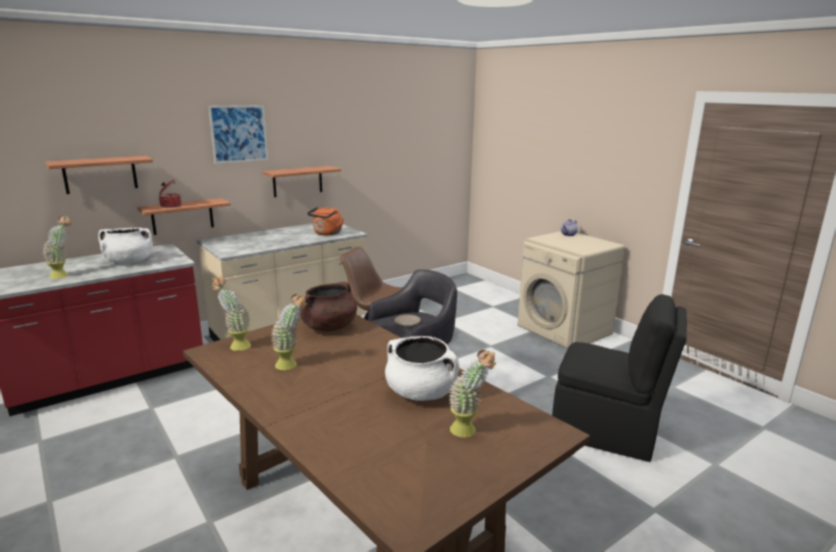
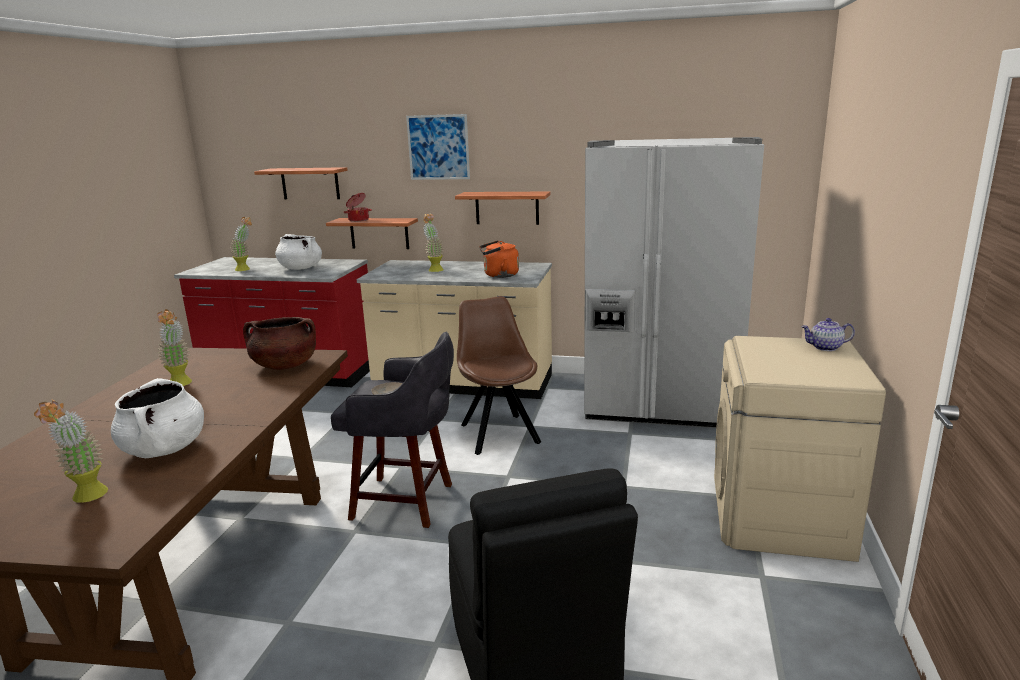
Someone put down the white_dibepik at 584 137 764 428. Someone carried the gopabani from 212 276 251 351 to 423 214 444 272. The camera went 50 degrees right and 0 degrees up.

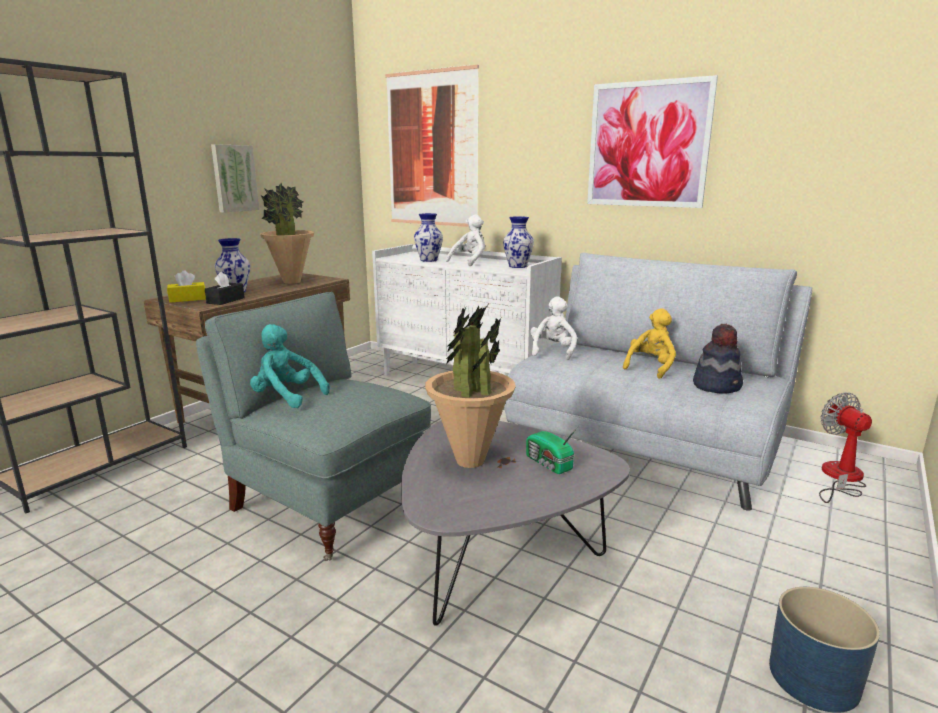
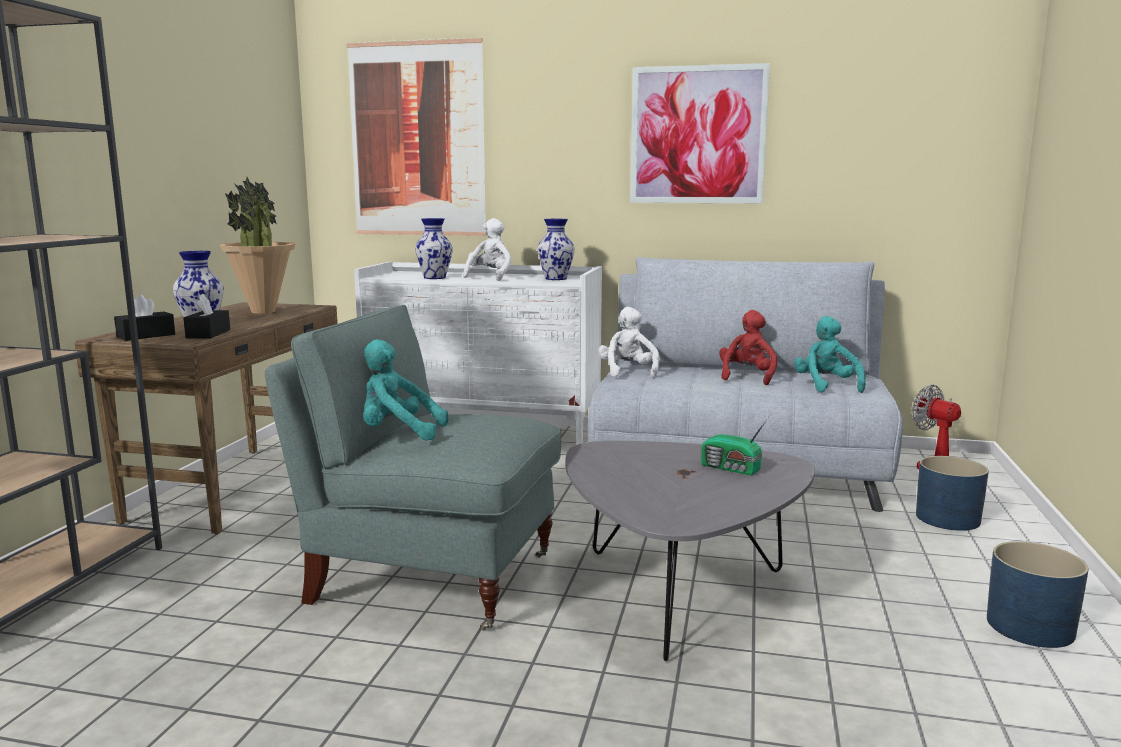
Someone took away the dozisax at 211 144 259 213. Someone took away the gopabani at 425 305 516 468. Someone put down the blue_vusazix at 916 456 989 531. Someone swapped the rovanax at 693 324 743 394 for the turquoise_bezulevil at 794 316 866 393. Someone repainted the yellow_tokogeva at 167 270 206 303, which became the black_tokogeva at 114 295 175 341. Someone repainted the yellow_bezulevil at 623 308 676 379, which became the red_bezulevil at 719 310 778 385. The camera went 20 degrees left and 5 degrees down.

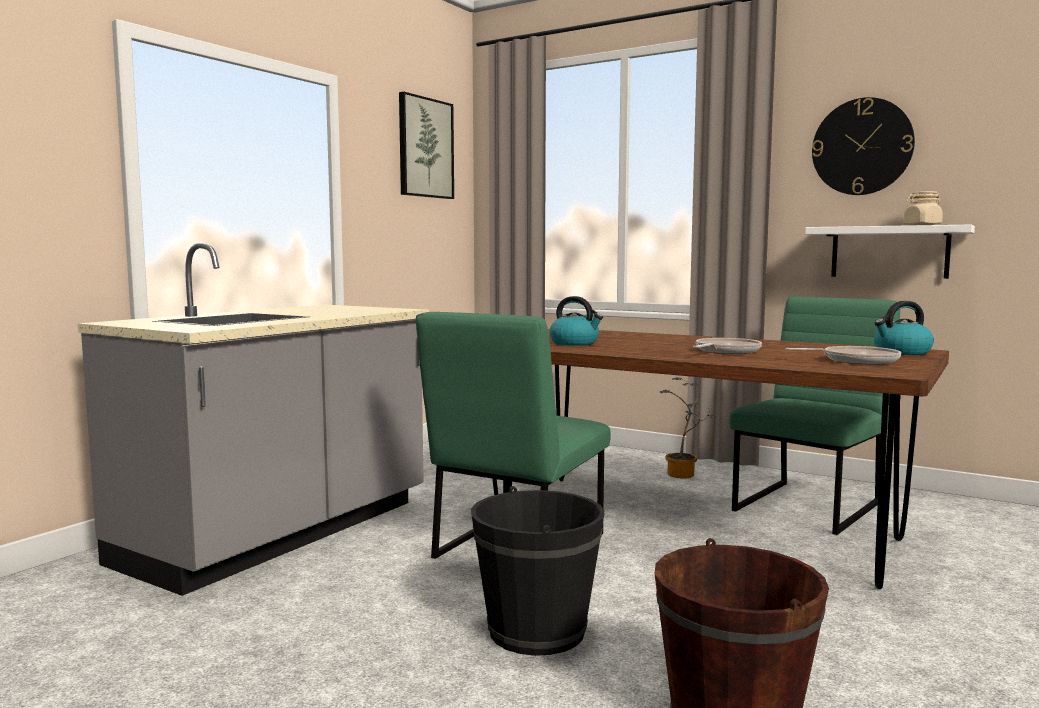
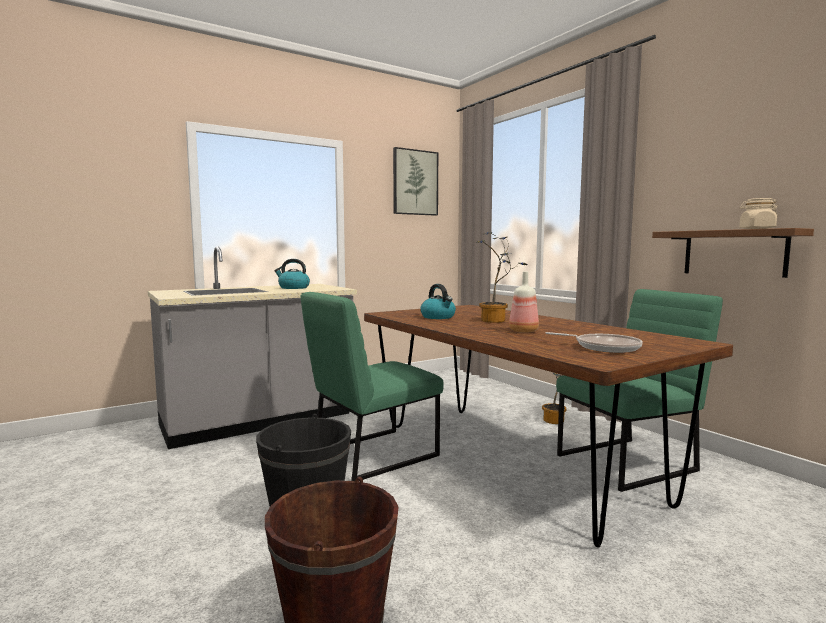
Someone took away the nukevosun at 812 97 915 195. Someone put down the gopabani at 477 232 527 323. Someone carried the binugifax from 874 301 934 355 to 274 259 310 289. Someone swapped the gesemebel at 693 338 762 354 for the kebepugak at 509 272 539 333. Someone repainted the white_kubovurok at 805 225 975 279, which became the brown_kubovurok at 652 228 814 278. The camera went 25 degrees right and 0 degrees up.

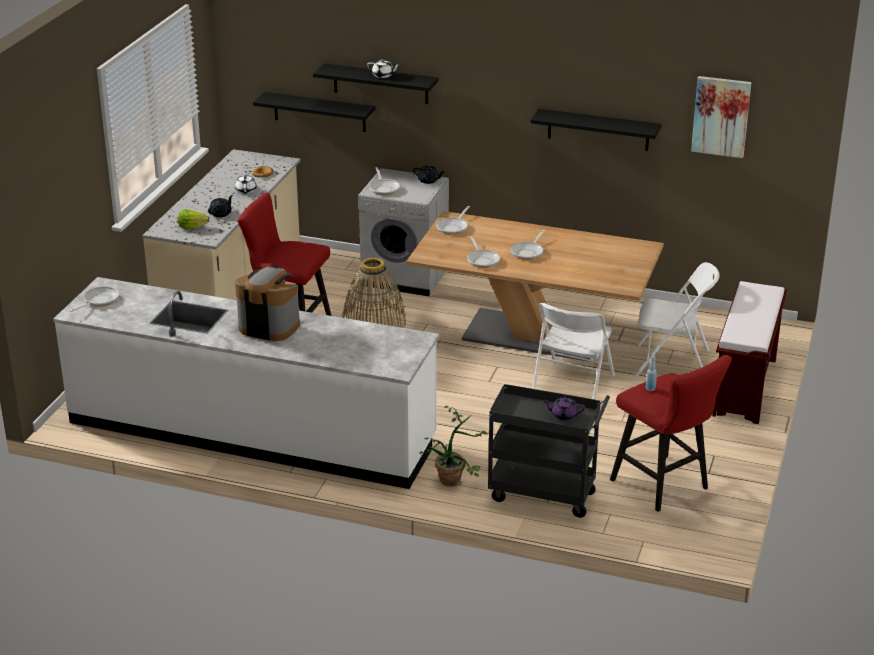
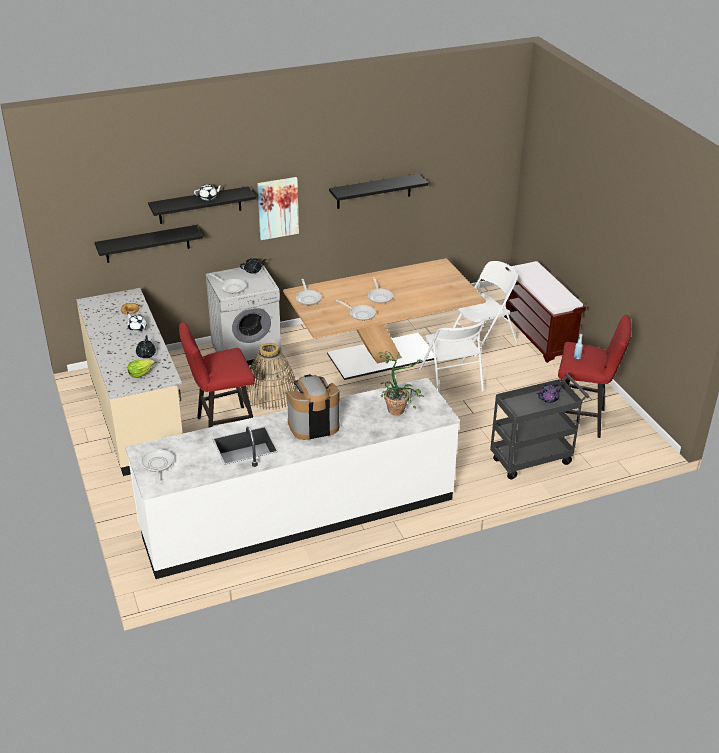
Someone carried the gopabani from 420 406 487 487 to 378 352 425 415. Someone carried the dozisax from 691 76 751 158 to 257 177 299 240. The camera went 40 degrees left and 5 degrees up.

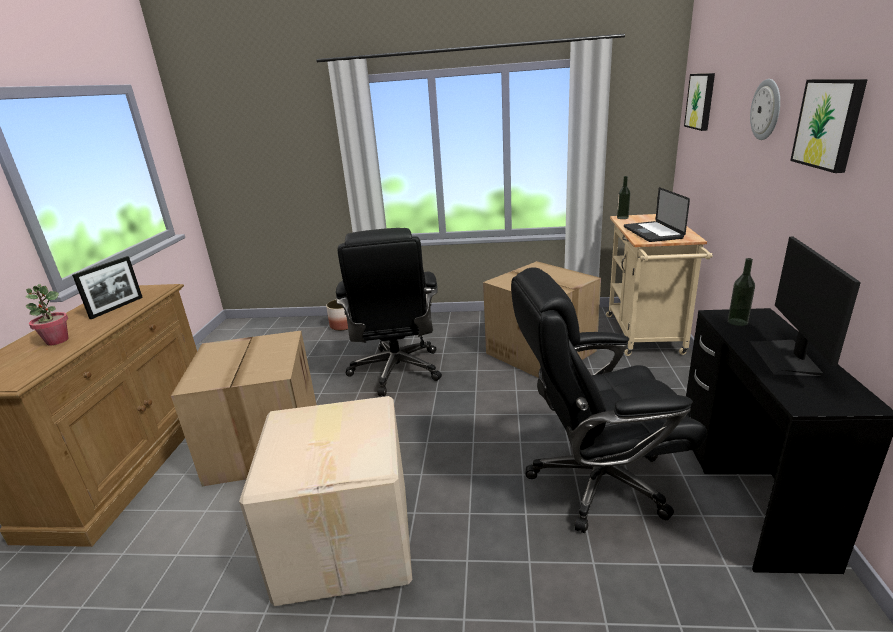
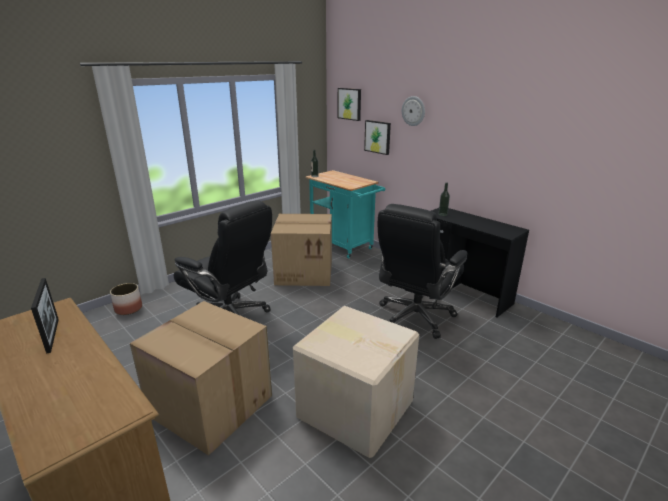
Someone took away the gopabani at 26 284 69 346. Someone took away the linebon at 624 187 690 242. Someone took away the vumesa at 750 237 861 376. Someone carried the dozisax from 790 79 868 173 to 364 120 391 155. Someone repainted the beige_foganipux at 606 214 713 356, which became the turquoise_foganipux at 305 170 385 258. The camera went 50 degrees left and 0 degrees up.

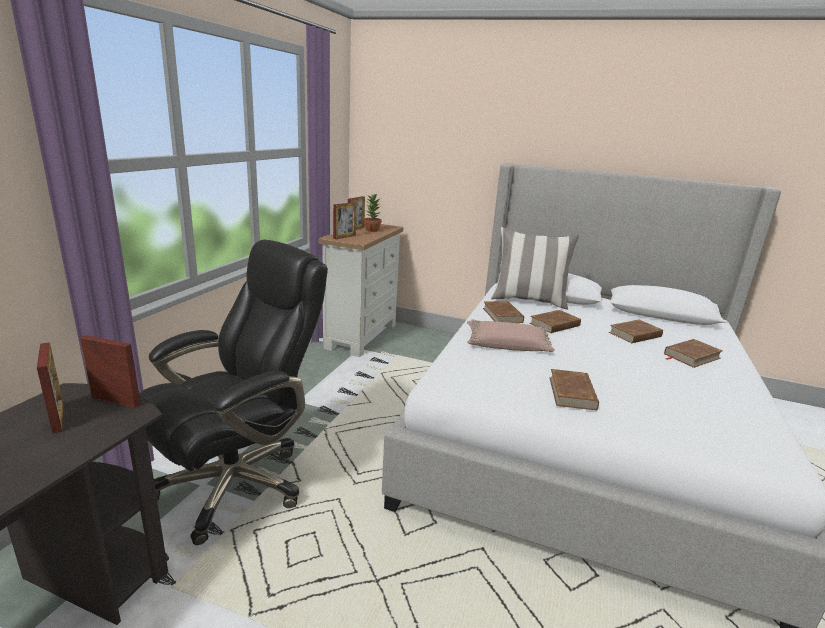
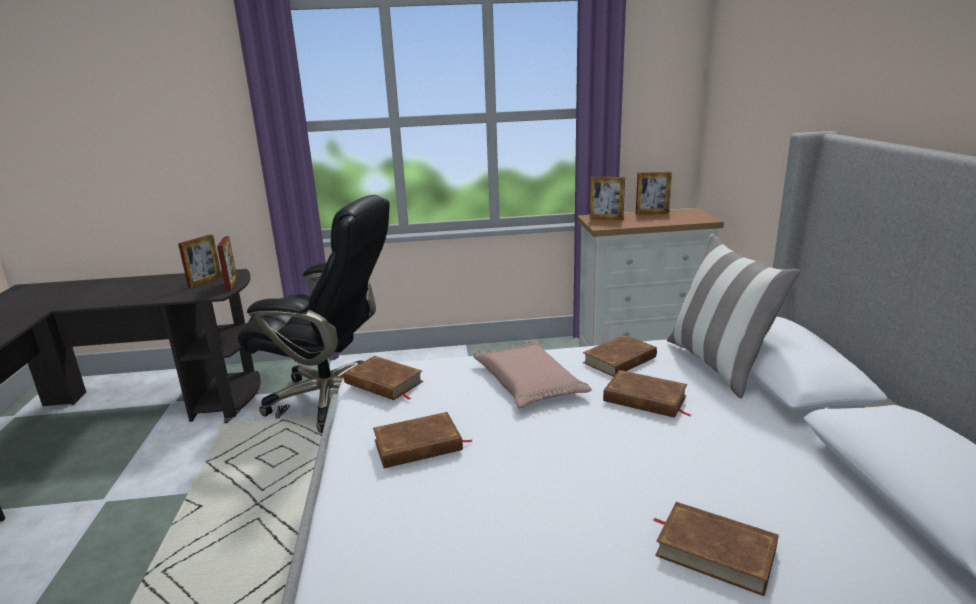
Someone took away the gopabani at 364 194 382 232. Someone carried the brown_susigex from 609 320 663 343 to 344 356 423 400. The camera went 65 degrees right and 0 degrees up.

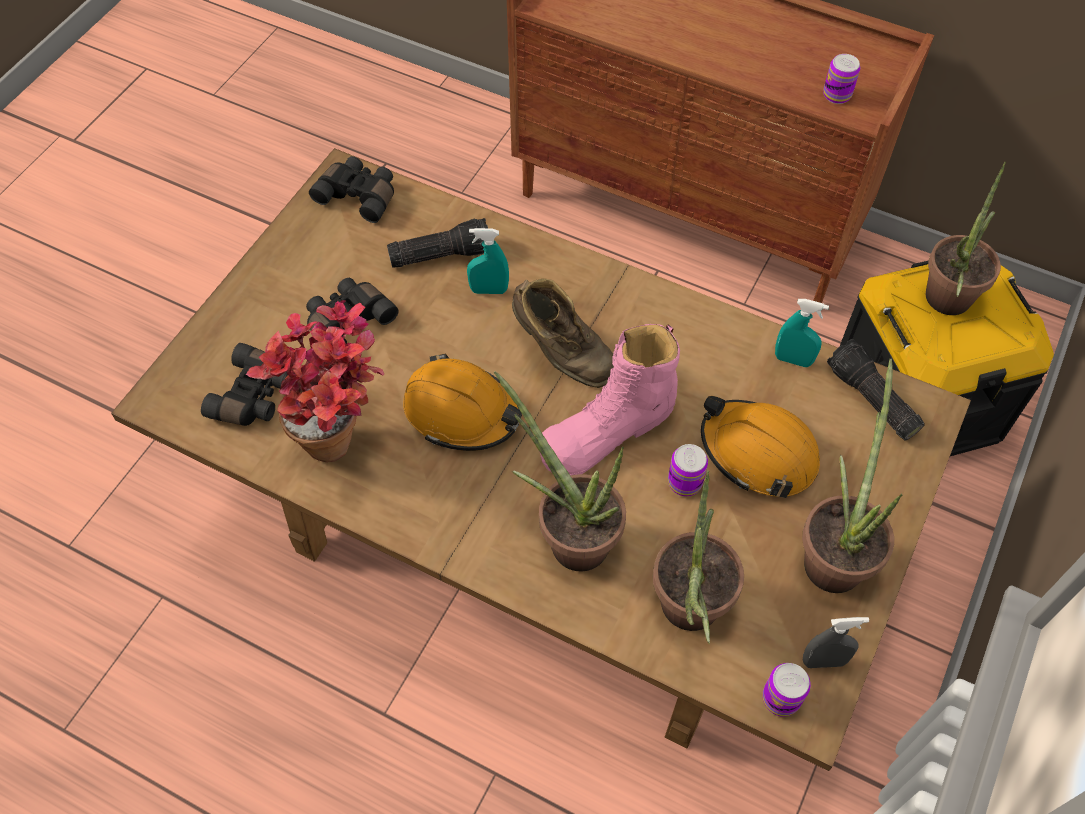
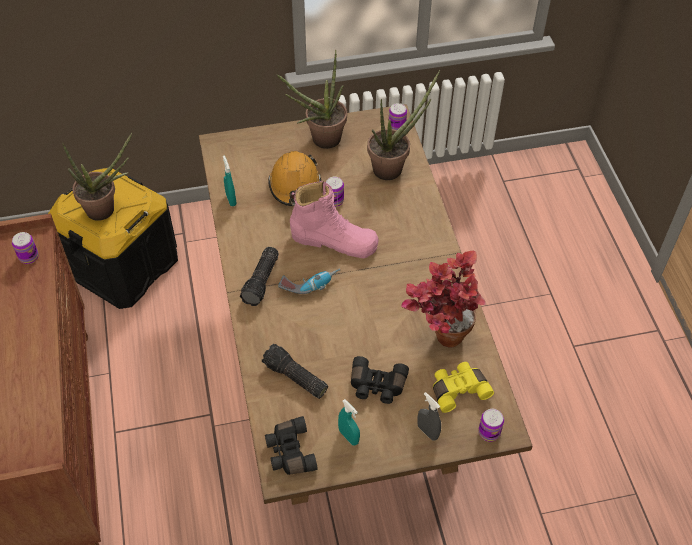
Someone took away the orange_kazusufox at 403 354 522 451. Someone took away the gopabani at 494 371 626 572. Someone put down the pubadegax at 478 409 504 442. Someone carried the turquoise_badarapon from 467 228 509 294 to 338 399 360 445. Someone carried the grey_badarapon from 803 617 869 668 to 417 392 441 440. Someone carried the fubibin from 827 339 925 440 to 240 247 279 306. Someone swapped the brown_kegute at 512 278 615 388 for the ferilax at 278 268 340 294. Someone repainted the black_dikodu at 201 343 288 426, which became the yellow_dikodu at 433 362 494 413. The camera went 130 degrees left and 5 degrees down.

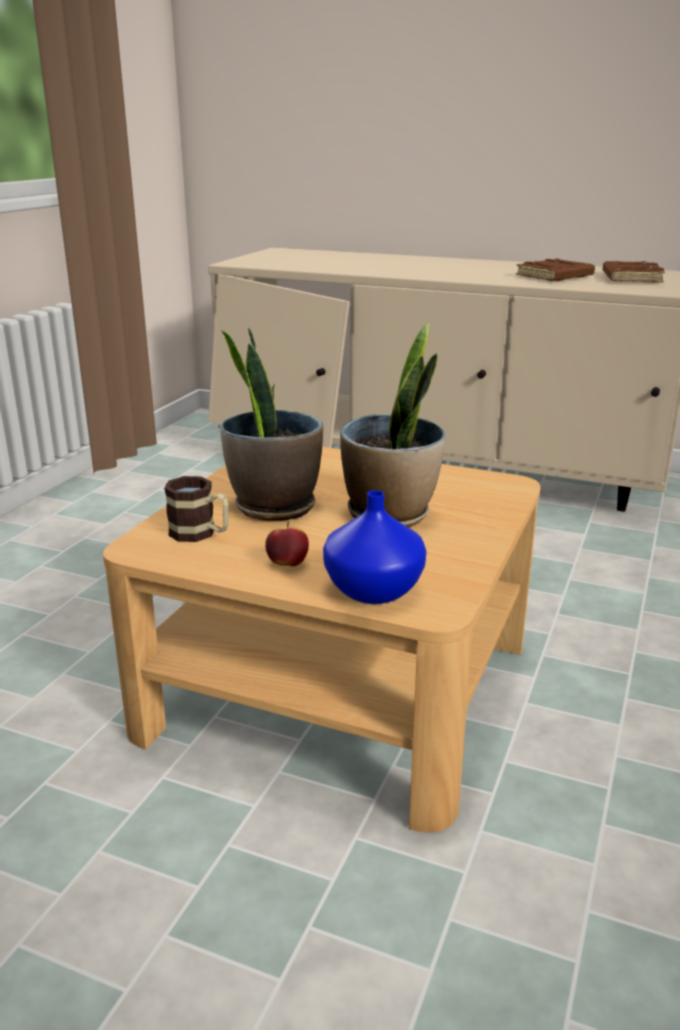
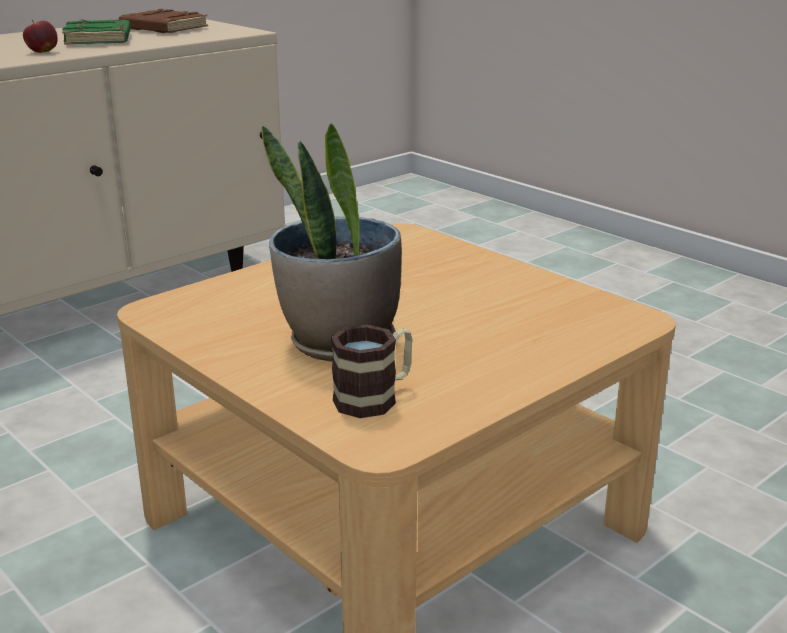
Someone took away the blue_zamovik at 323 490 426 604. Someone took away the gopabani at 340 323 445 527. Someone carried the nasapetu from 265 522 309 566 to 23 20 57 53. Someone repainted the brown_susigex at 516 258 595 281, which became the green_susigex at 62 19 131 45. The camera went 65 degrees left and 0 degrees up.

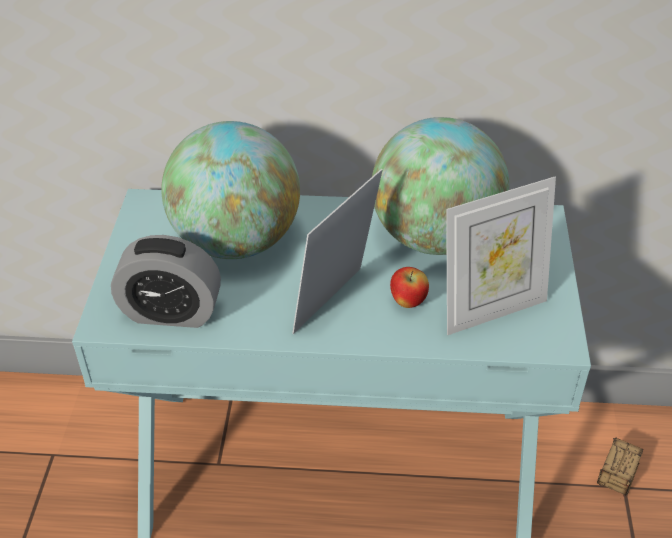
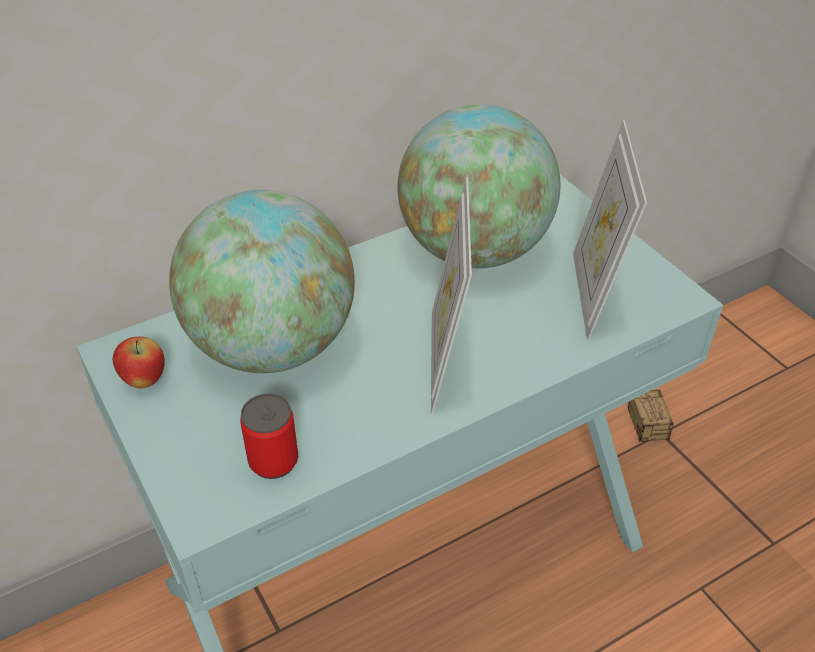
Someone carried the nasapetu from 390 267 429 308 to 113 337 165 388. Someone swapped the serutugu at 111 235 221 328 for the pubadegax at 240 394 298 479. Someone rotated the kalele at 446 177 556 335 by 150 degrees clockwise. The camera went 35 degrees left and 0 degrees up.

